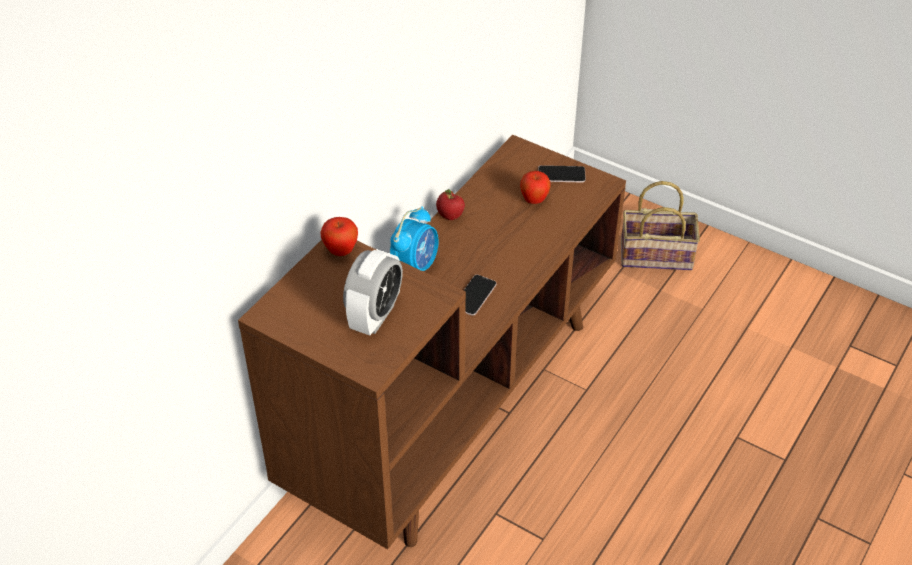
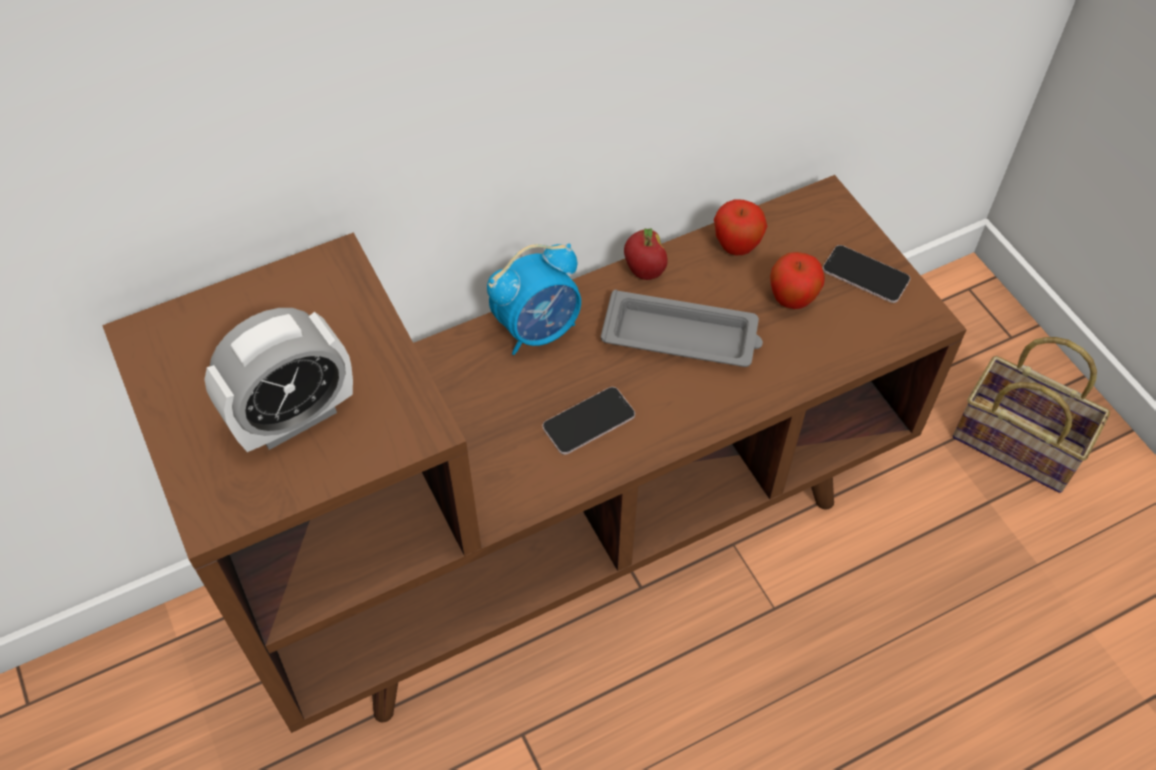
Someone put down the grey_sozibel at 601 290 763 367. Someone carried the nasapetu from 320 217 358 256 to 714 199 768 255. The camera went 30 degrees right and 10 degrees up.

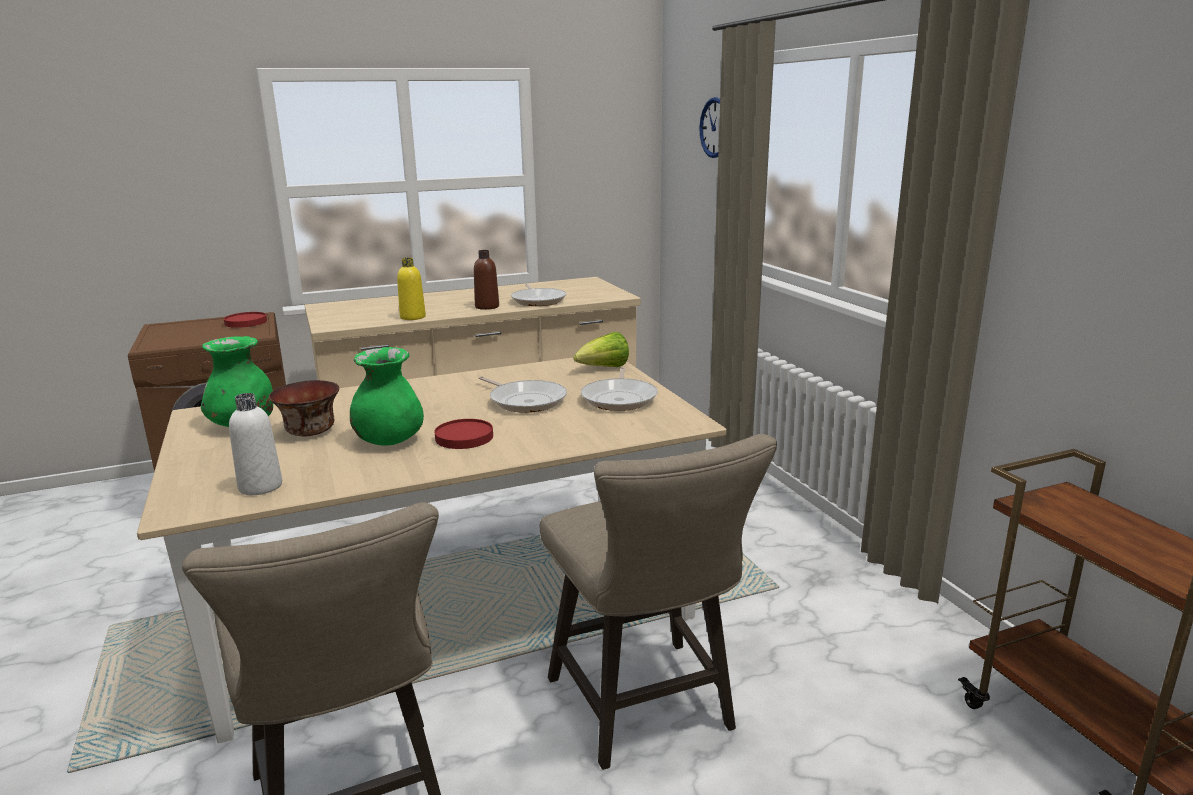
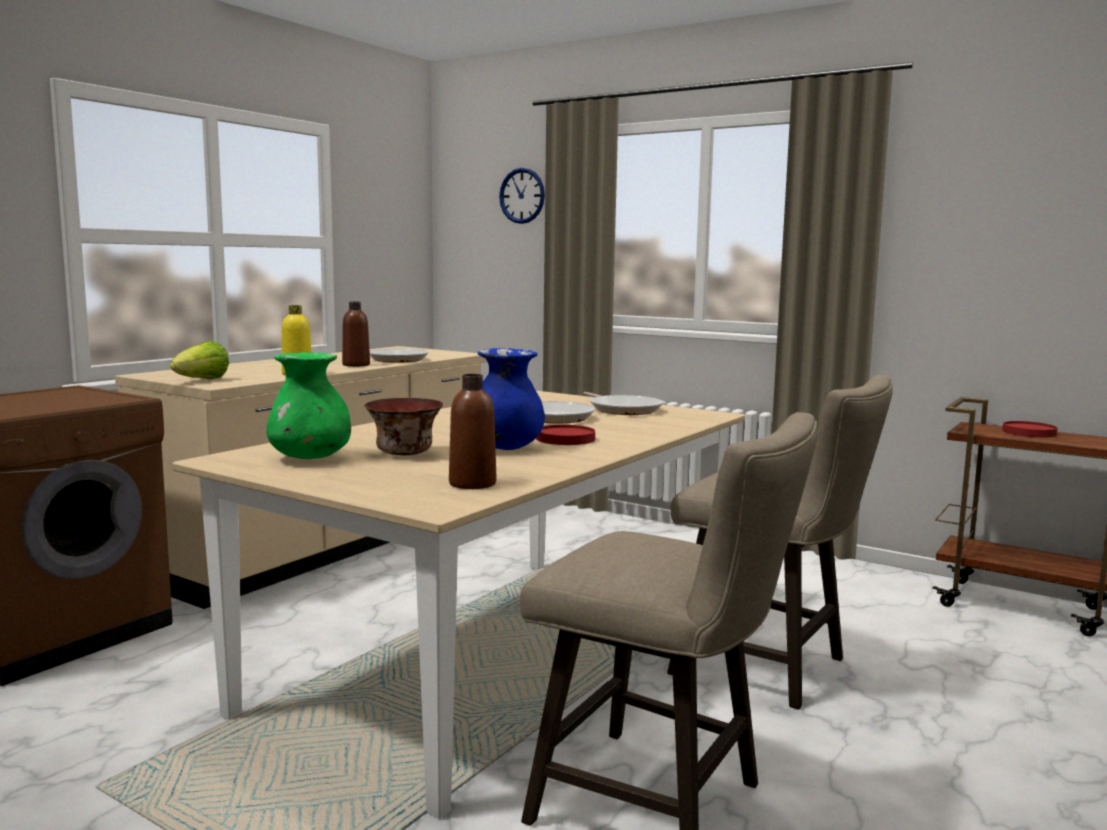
Someone carried the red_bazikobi from 224 312 267 328 to 1002 421 1058 437. Someone carried the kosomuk from 573 332 629 367 to 170 341 229 379. Someone repainted the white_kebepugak at 229 393 282 495, which became the brown_kebepugak at 449 374 496 489. Someone repainted the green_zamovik at 350 347 424 446, which became the blue_zamovik at 478 348 545 450. The camera went 35 degrees left and 10 degrees down.

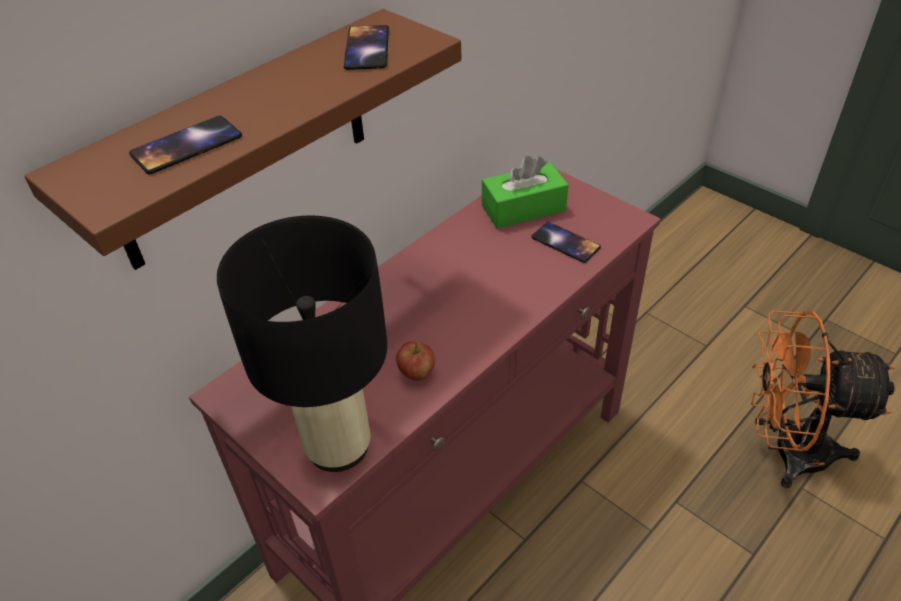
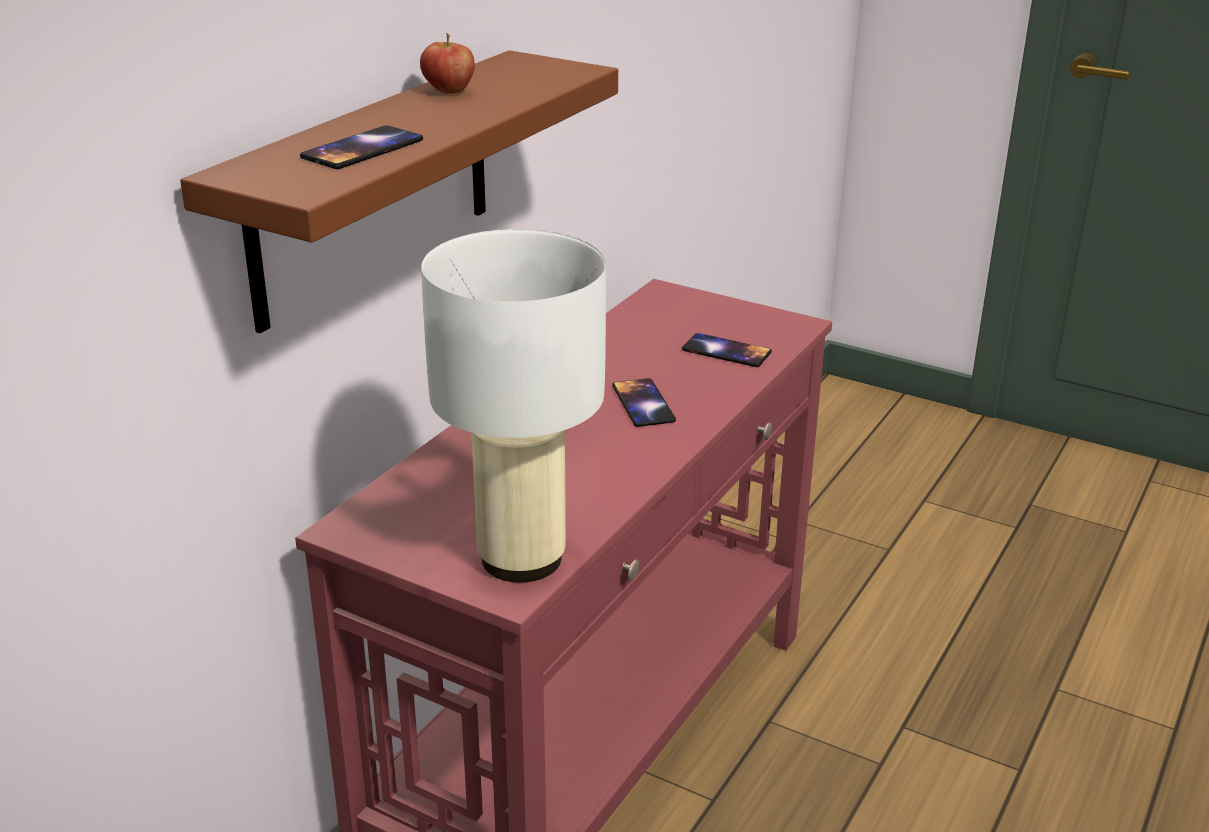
Someone took away the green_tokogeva at 482 156 569 229. Someone took away the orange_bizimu at 751 311 896 488. Someone carried the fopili from 344 25 389 70 to 612 378 676 427. Someone carried the nasapetu from 396 341 435 381 to 420 33 475 94. Someone repainted the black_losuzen at 217 216 387 472, which became the white_losuzen at 421 229 606 583. The camera went 15 degrees left and 15 degrees down.

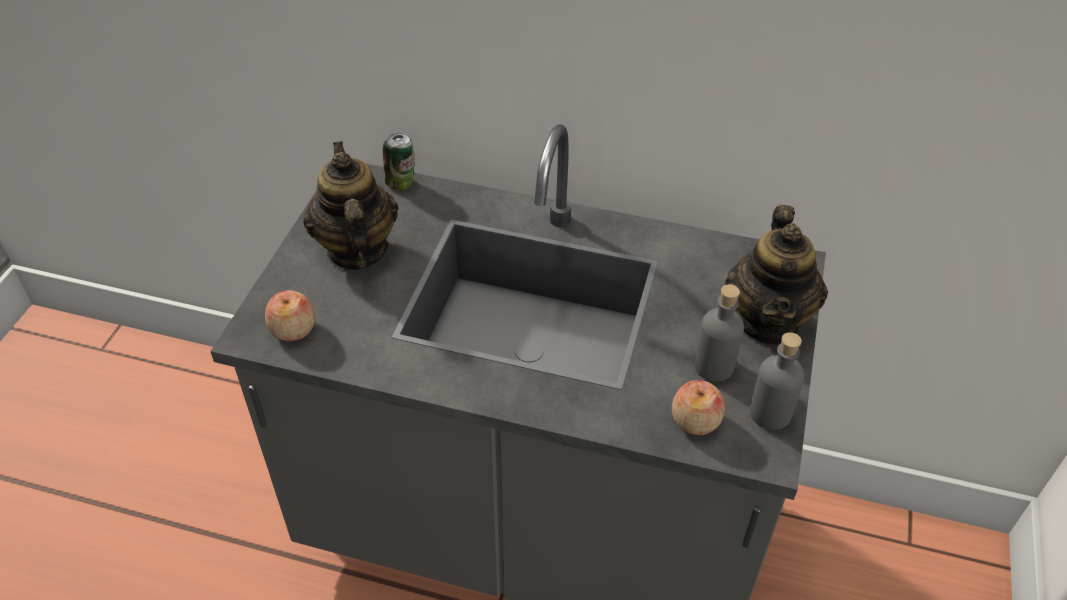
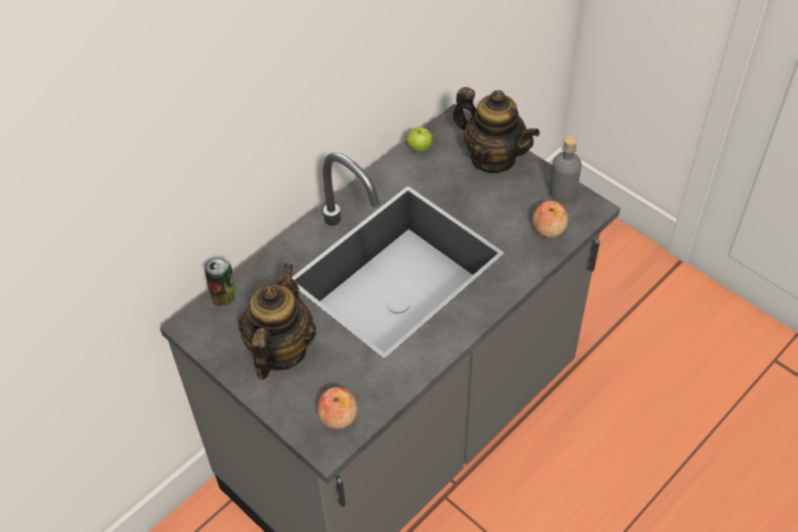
Someone took away the grey_kebepugak at 694 284 744 382. Someone put down the nasapetu at 407 127 433 152. Someone rotated the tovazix at 303 141 398 270 by 90 degrees clockwise. The camera went 60 degrees left and 5 degrees up.

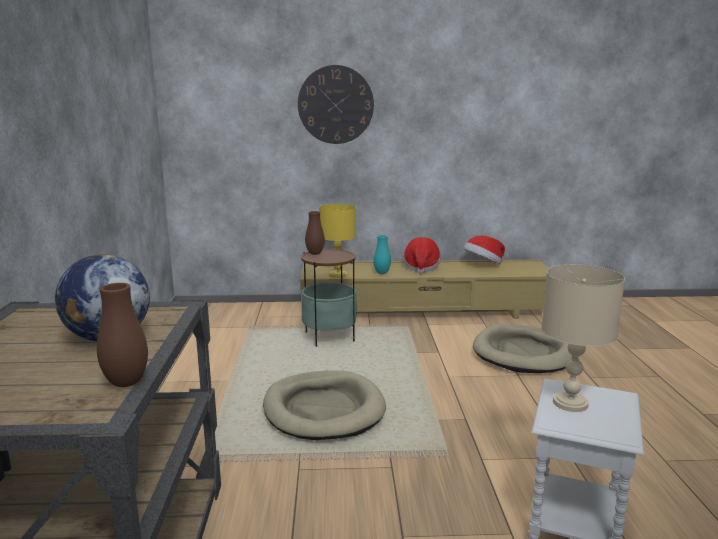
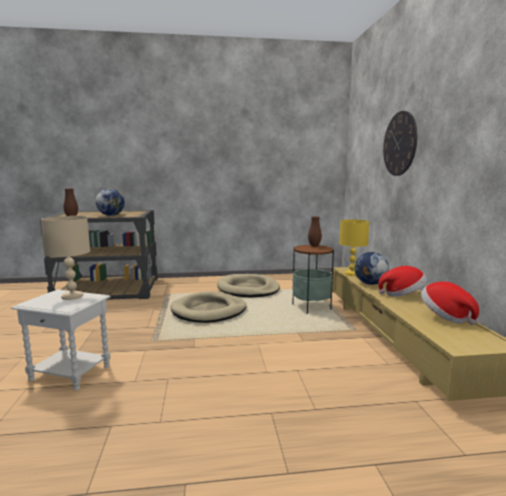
Someone carried the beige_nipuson from 473 323 573 373 to 217 274 280 297. Someone swapped the turquoise_zamovik at 373 235 391 274 for the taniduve at 354 252 389 285. The camera went 85 degrees right and 5 degrees down.

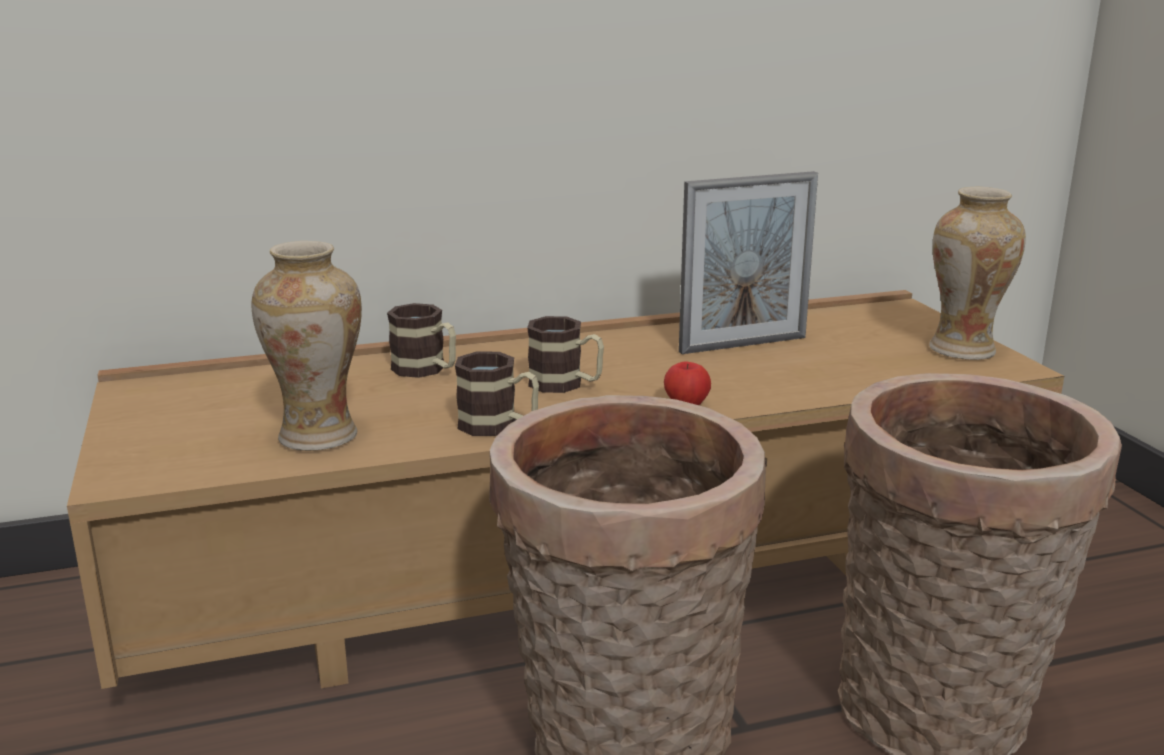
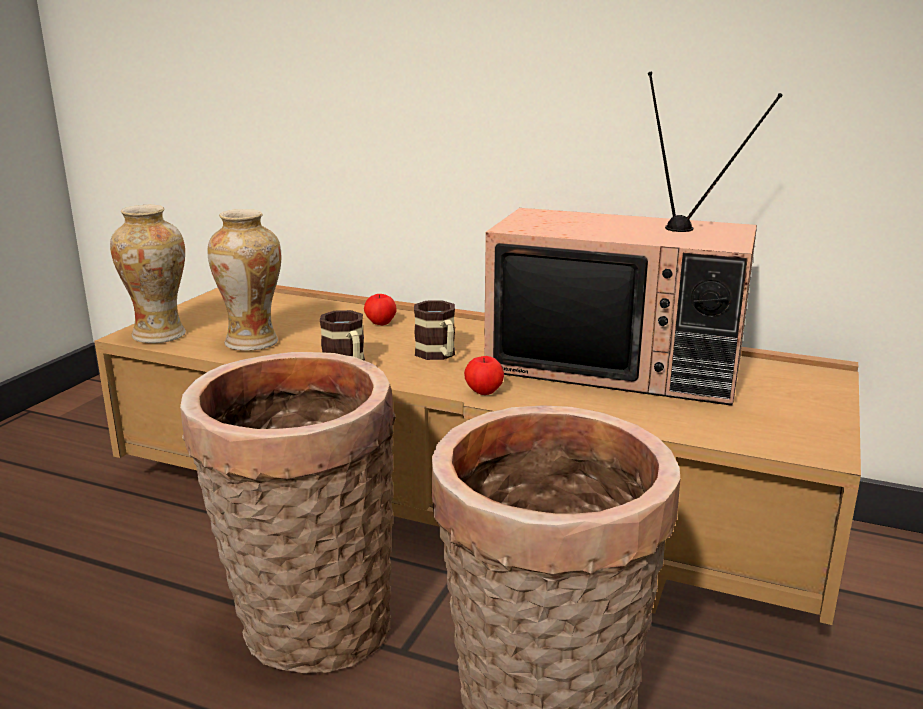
Someone carried the zamovik from 929 187 1026 360 to 110 205 186 343. Someone swapped the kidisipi at 387 303 456 378 for the nasapetu at 364 294 397 325. Someone swapped the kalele at 679 171 818 354 for the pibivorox at 484 72 783 406. The camera went 40 degrees right and 0 degrees up.

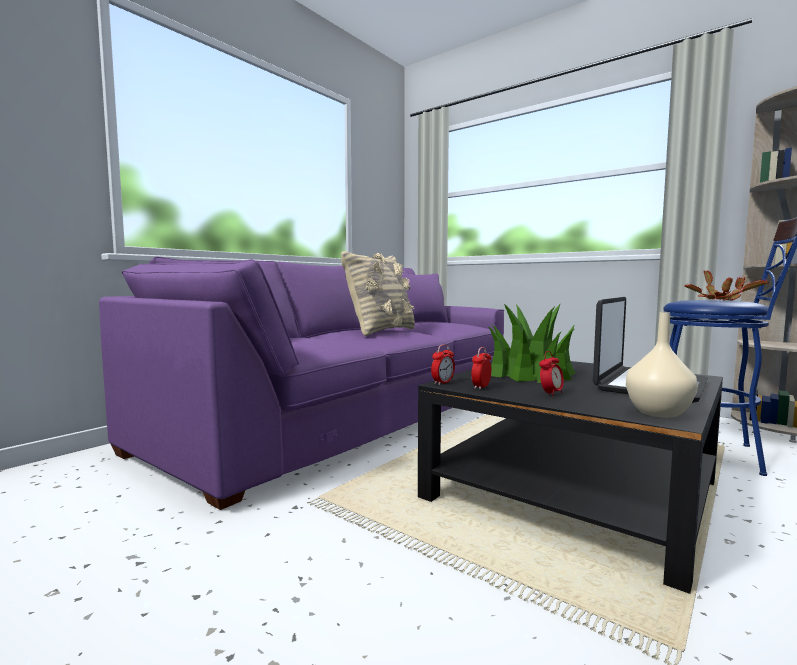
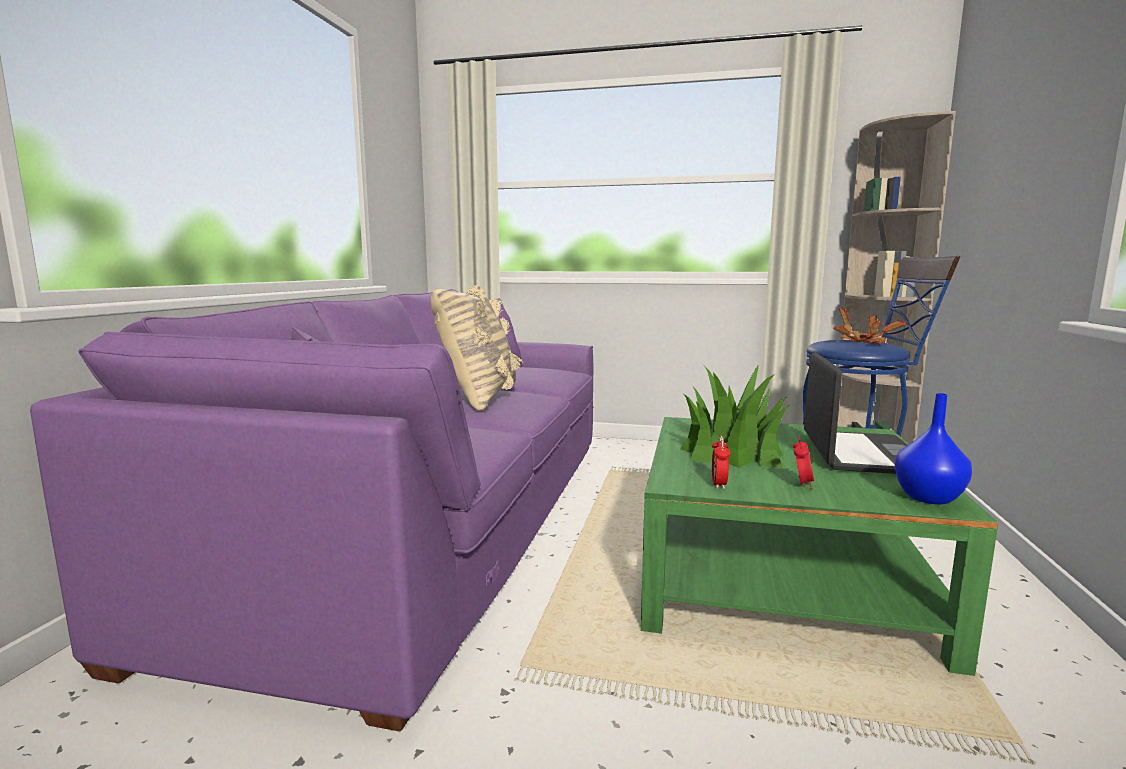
Someone took away the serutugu at 431 344 455 385. Someone repainted the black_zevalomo at 418 361 723 594, which became the green_zevalomo at 641 417 998 676. Someone repainted the beige_zamovik at 626 312 698 418, which became the blue_zamovik at 895 393 972 504. The camera went 25 degrees left and 5 degrees up.

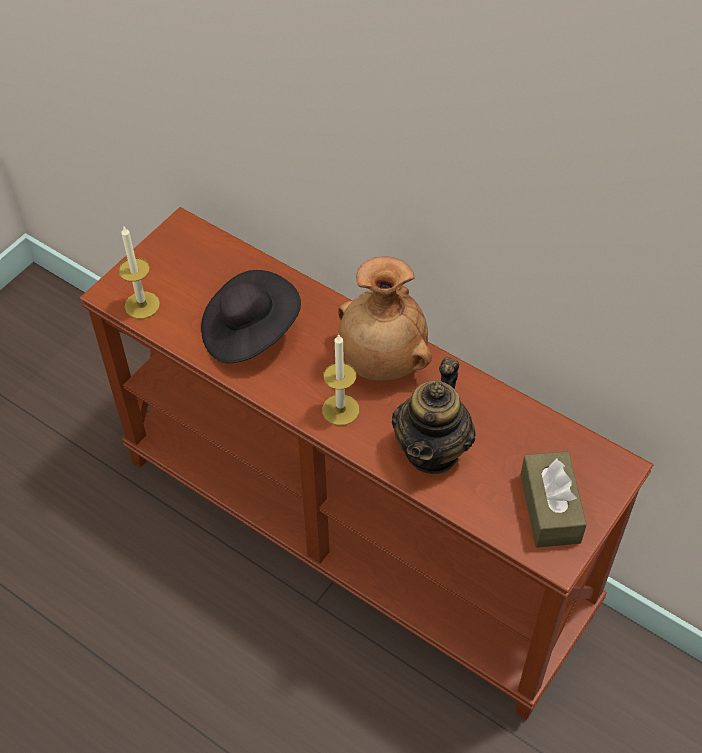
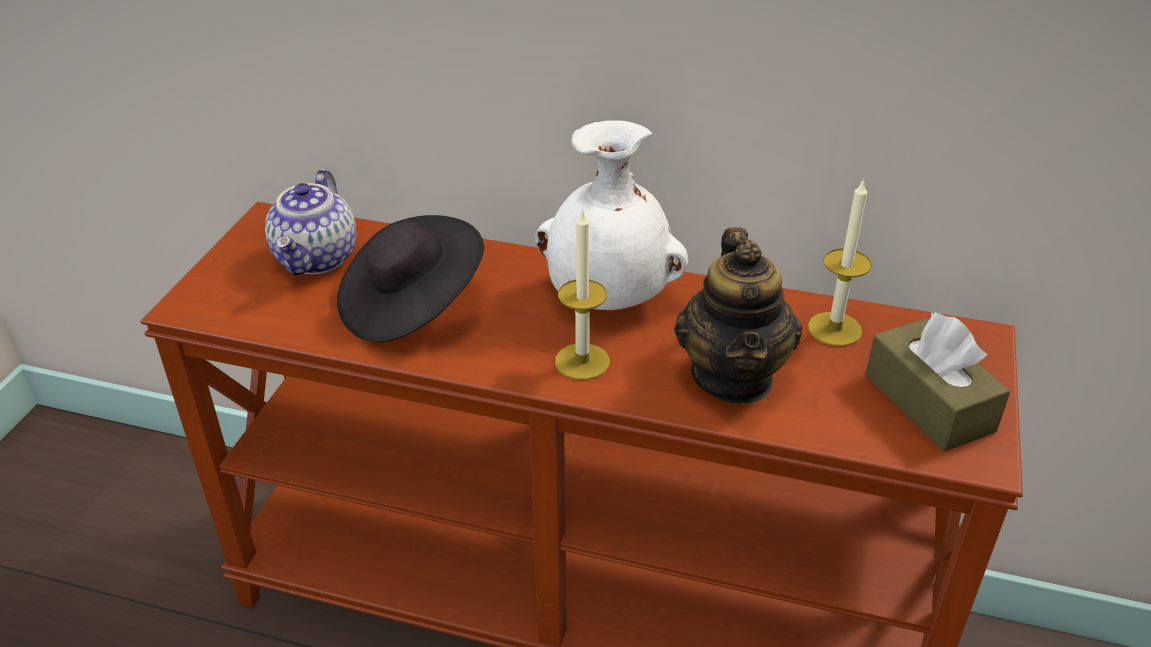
Someone put down the tovazix at 265 169 356 276. Someone carried the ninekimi from 118 227 160 319 to 808 178 872 346. Someone repainted the brown_zamovik at 338 256 432 381, which became the white_zamovik at 535 120 688 310. The camera went 20 degrees left and 15 degrees down.

